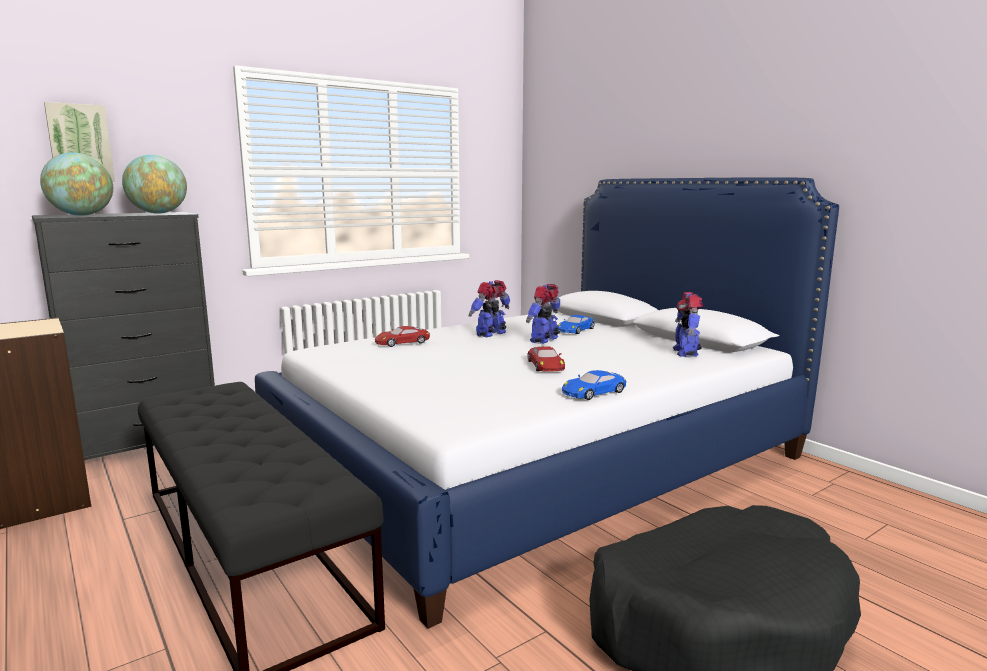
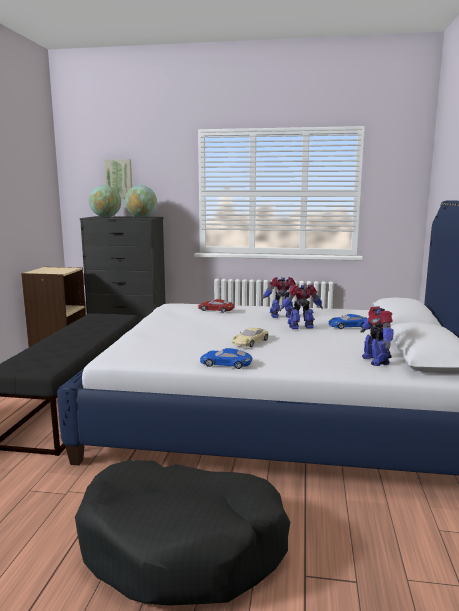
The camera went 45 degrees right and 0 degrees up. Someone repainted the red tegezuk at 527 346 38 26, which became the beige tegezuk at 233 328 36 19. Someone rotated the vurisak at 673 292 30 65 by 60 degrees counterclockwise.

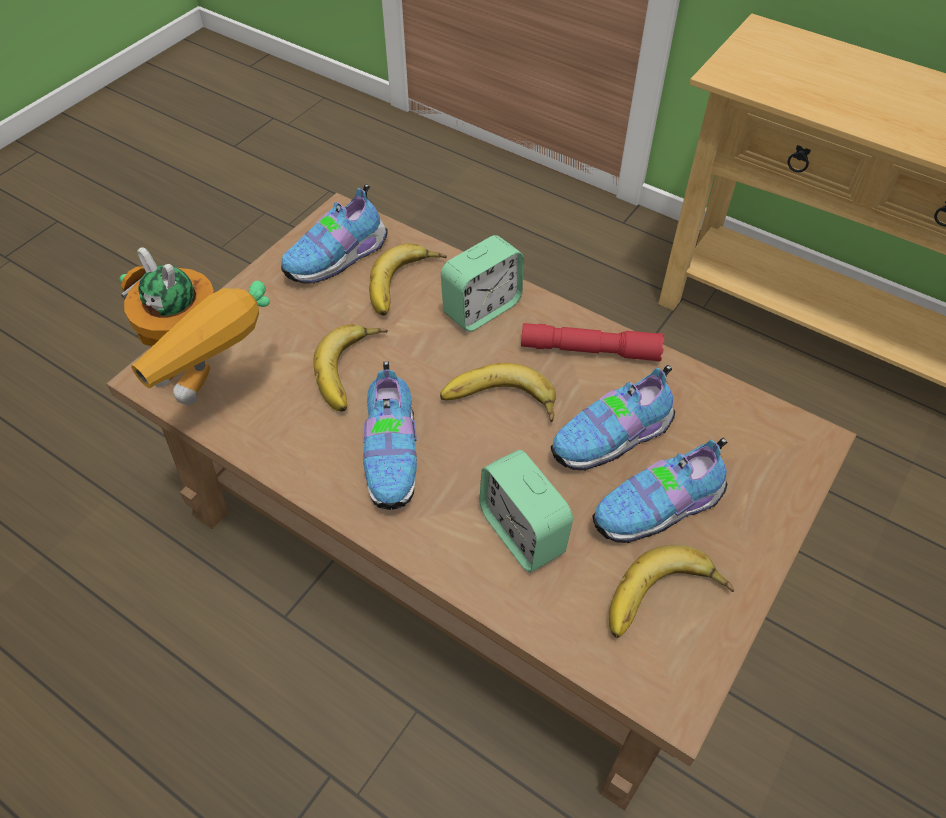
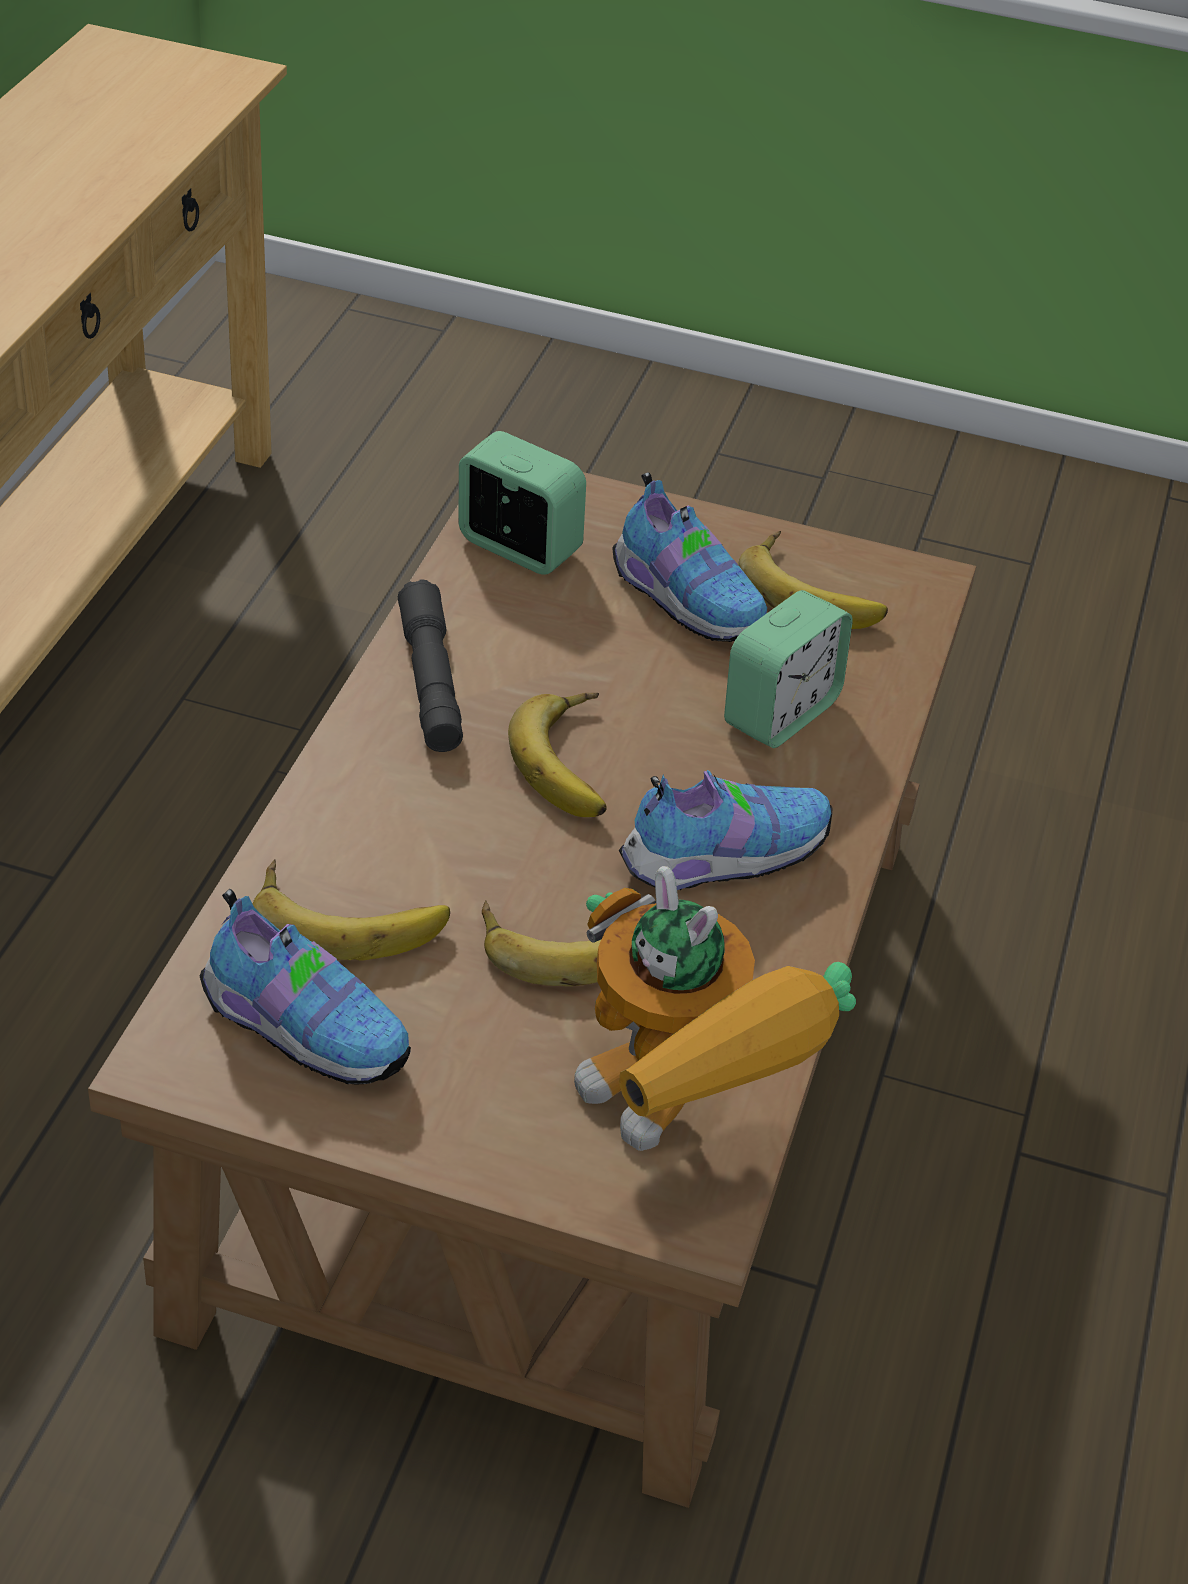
The camera went 110 degrees left and 10 degrees down. Someone took away the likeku at 551 365 124 106. Someone carried the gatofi from 441 235 82 97 to 459 431 127 144. Someone repainted the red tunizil at 521 323 143 39, which became the grey tunizil at 398 579 65 173. Someone rotated the vurisak at 120 247 150 158 by 120 degrees clockwise.

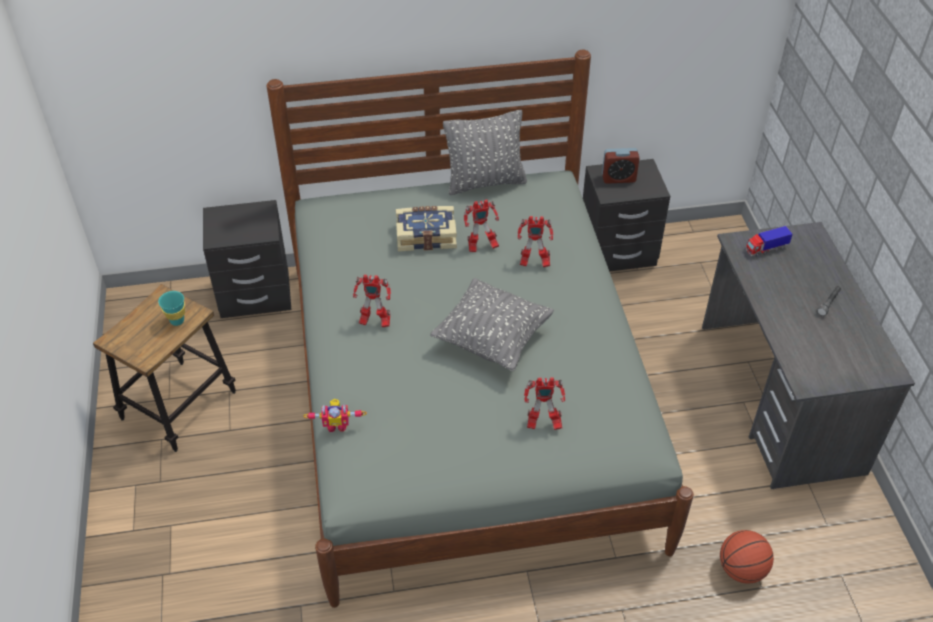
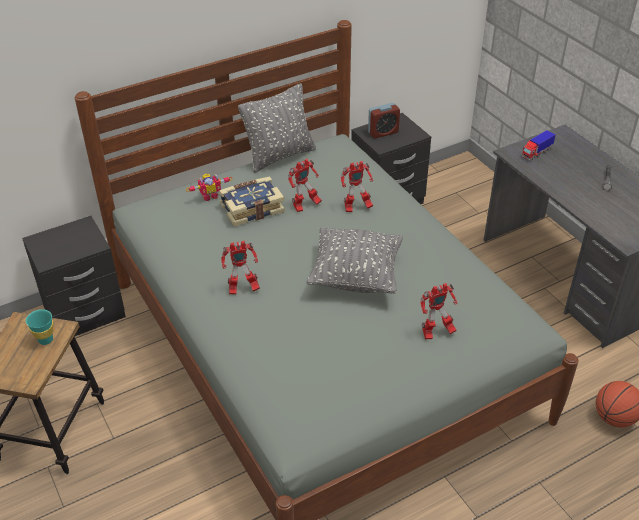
The camera went 20 degrees left and 5 degrees down. Someone carried the vurisak from 303 399 64 33 to 186 173 46 28.

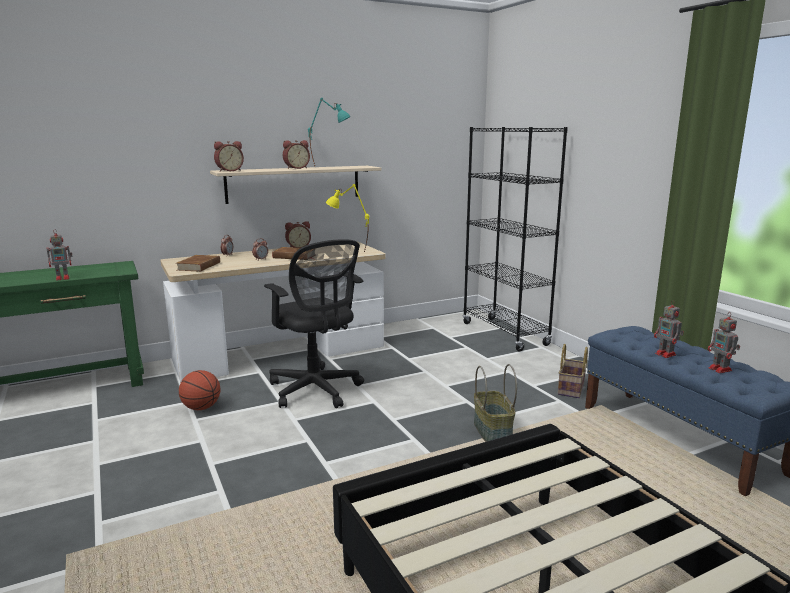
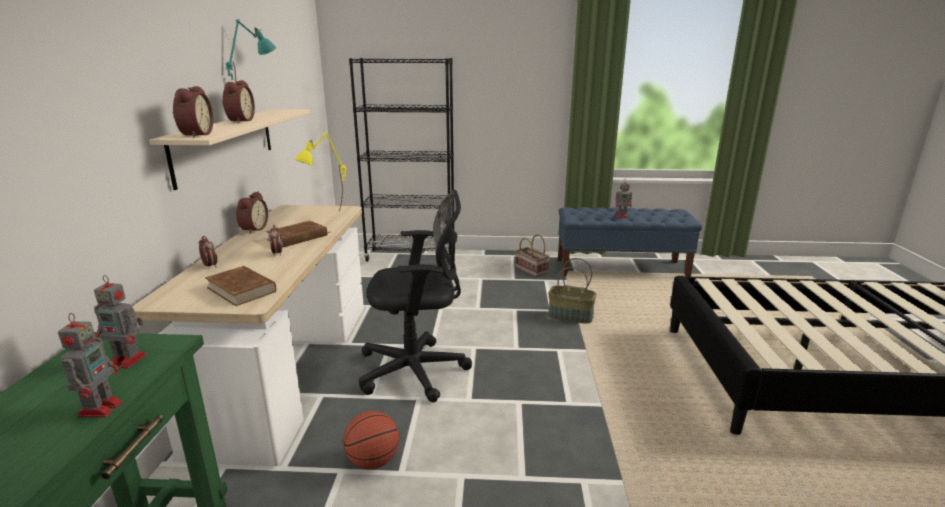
The camera went 60 degrees left and 5 degrees up. Someone carried the vurisak from 708 313 32 60 to 94 275 53 93.

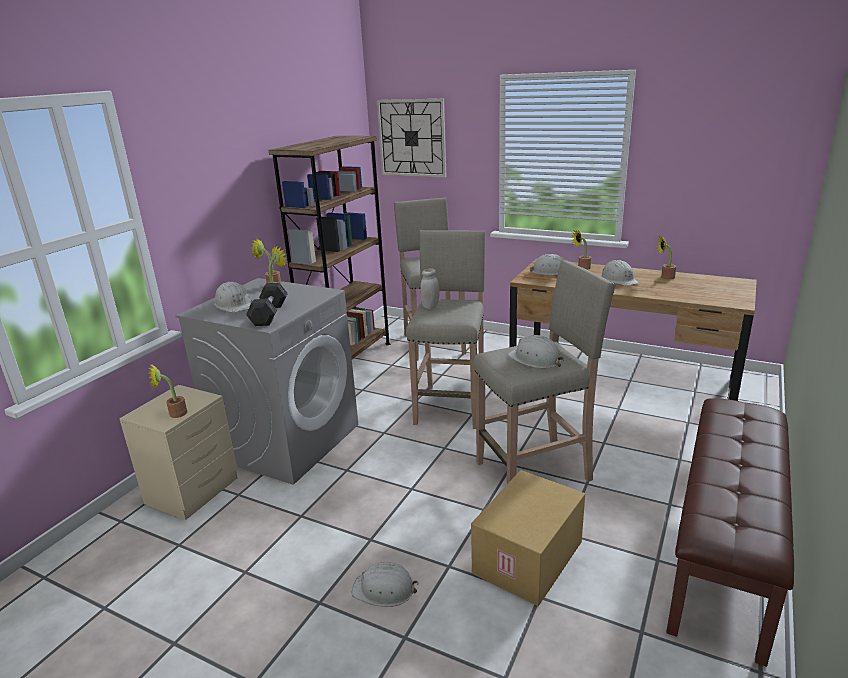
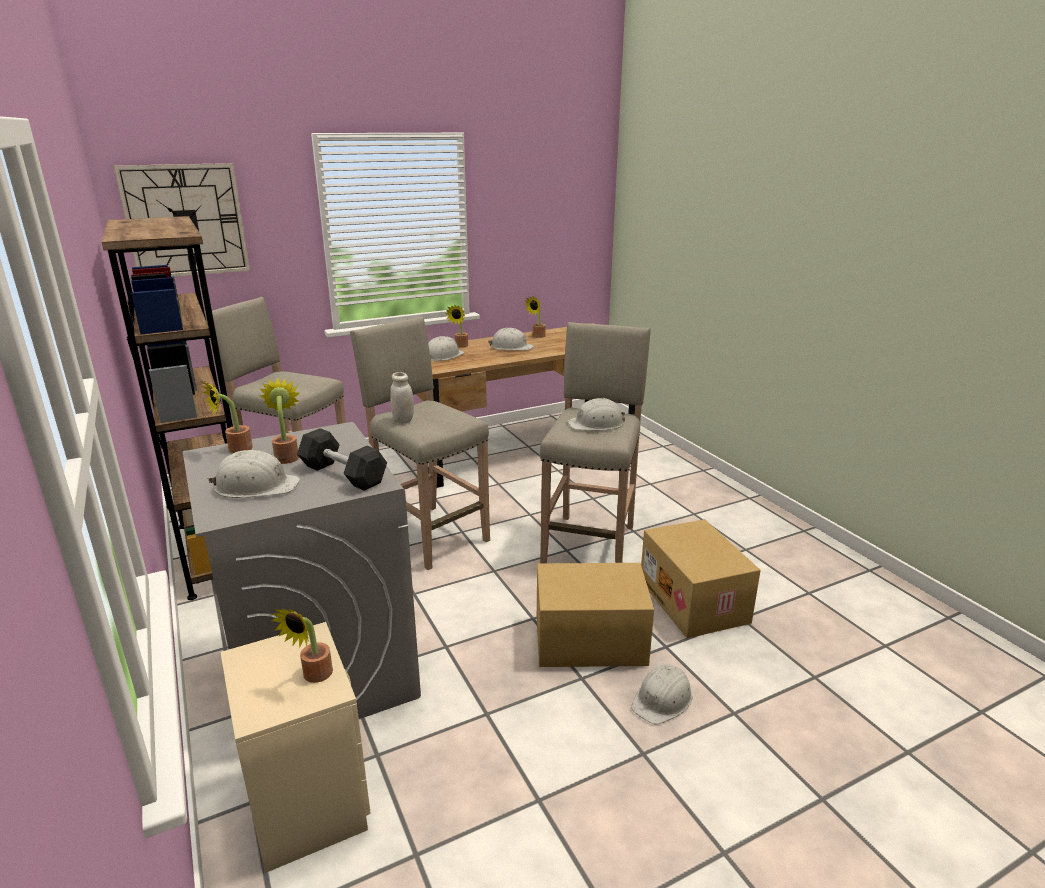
The camera went 55 degrees left and 0 degrees up. Someone took away the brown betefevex at 666 398 128 269. Someone put down the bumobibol at 537 563 117 104.

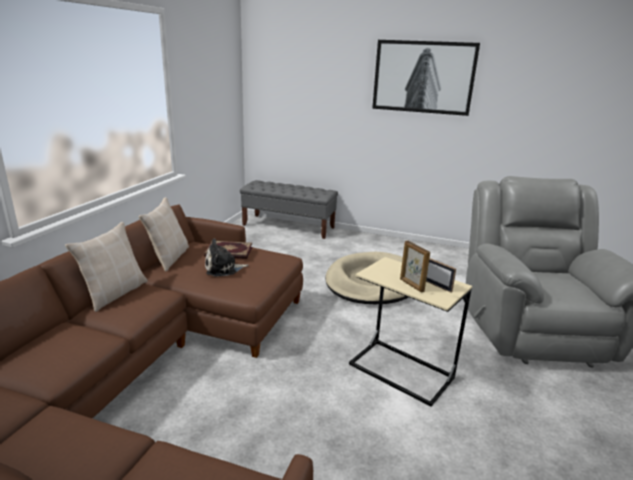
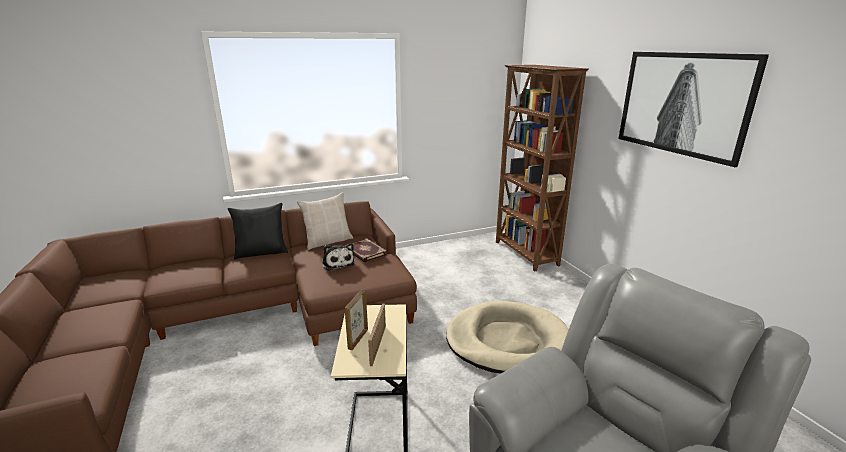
The camera went 50 degrees right and 0 degrees up. Someone swapped the grey betefevex at 240 180 98 59 for the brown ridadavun at 496 65 93 207. Someone repainted the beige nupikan at 65 222 83 90, which became the black nupikan at 228 203 60 56. Someone rotated the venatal at 205 239 43 37 by 150 degrees counterclockwise.

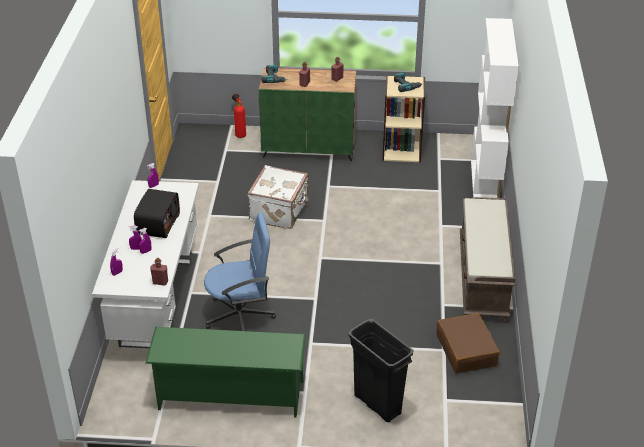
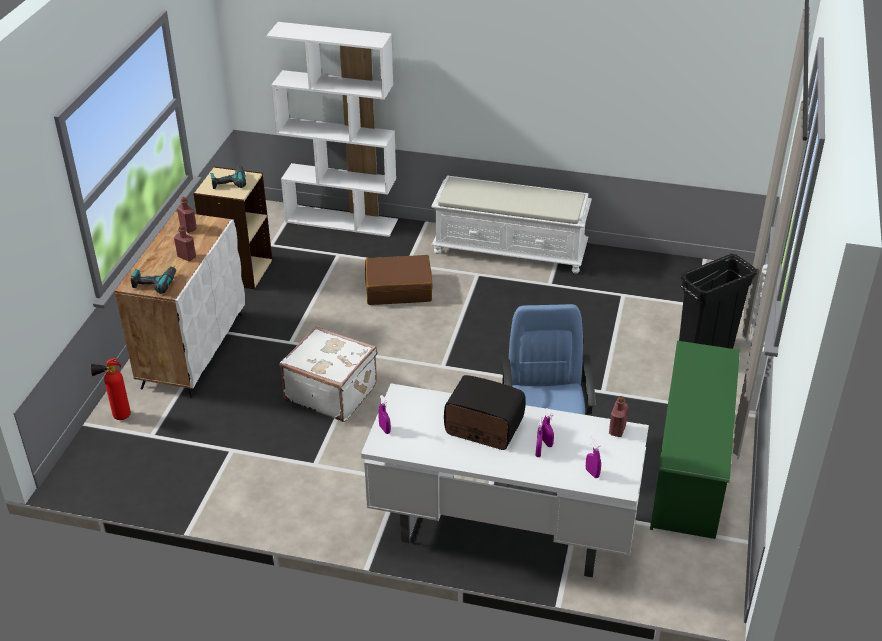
The camera went 80 degrees left and 0 degrees up. Someone carried the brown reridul from 436 313 64 60 to 365 255 67 50. Someone repainted the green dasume at 259 68 97 93, which became the white dasume at 115 211 130 187. Someone repainted the brown betefevex at 460 197 55 126, which became the white betefevex at 431 175 161 99.

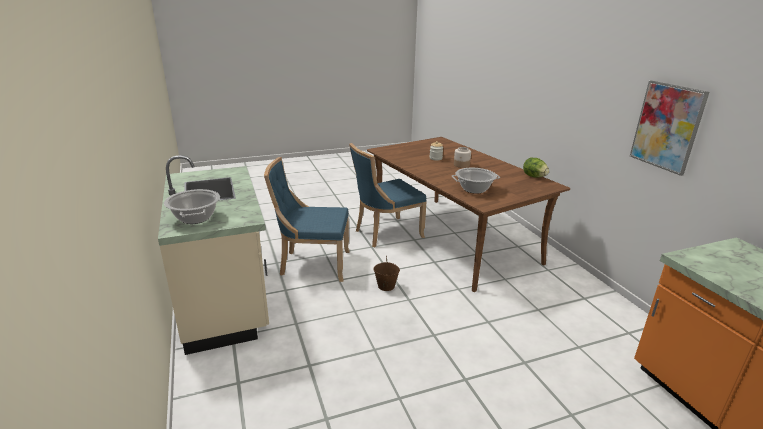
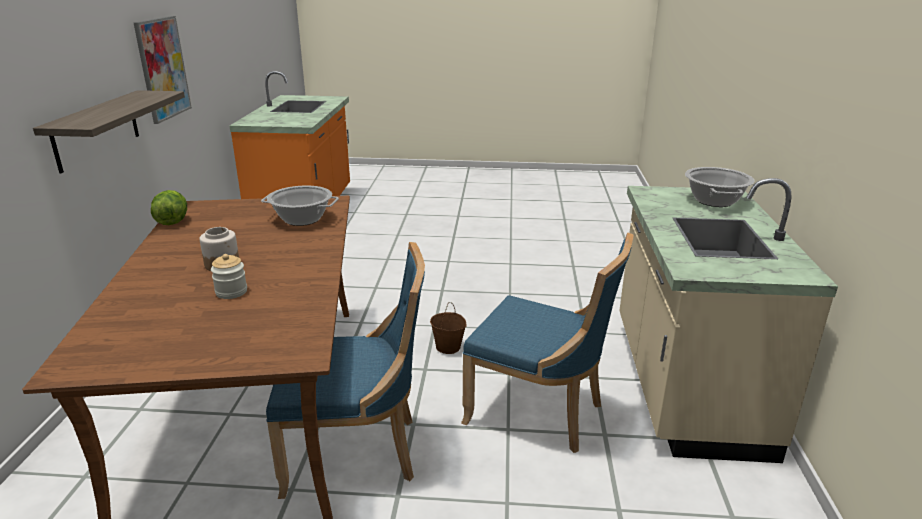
The camera went 155 degrees left and 0 degrees up. Someone put up the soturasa at 33 90 152 84.

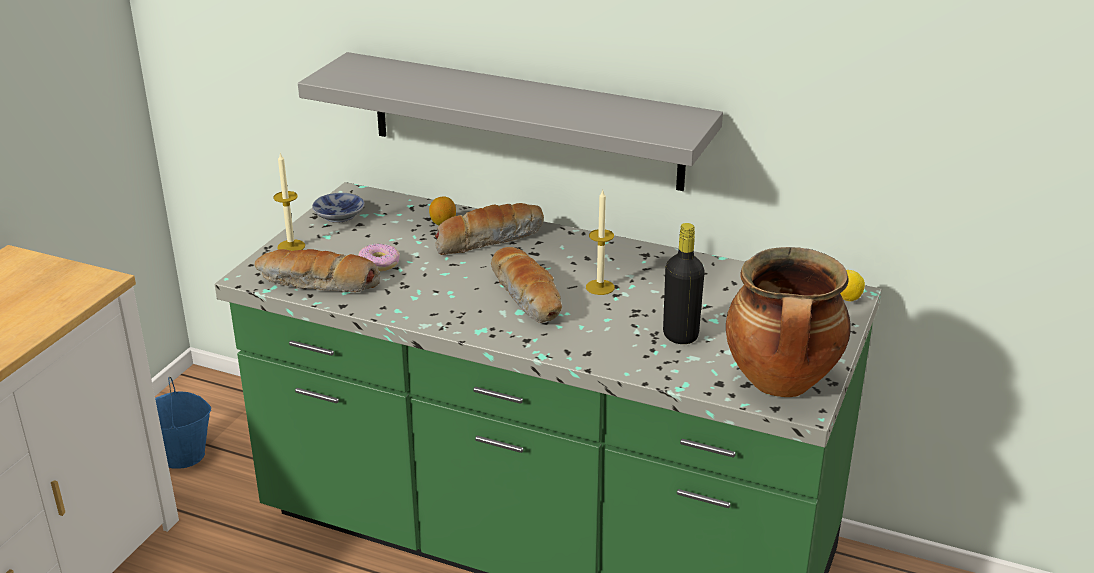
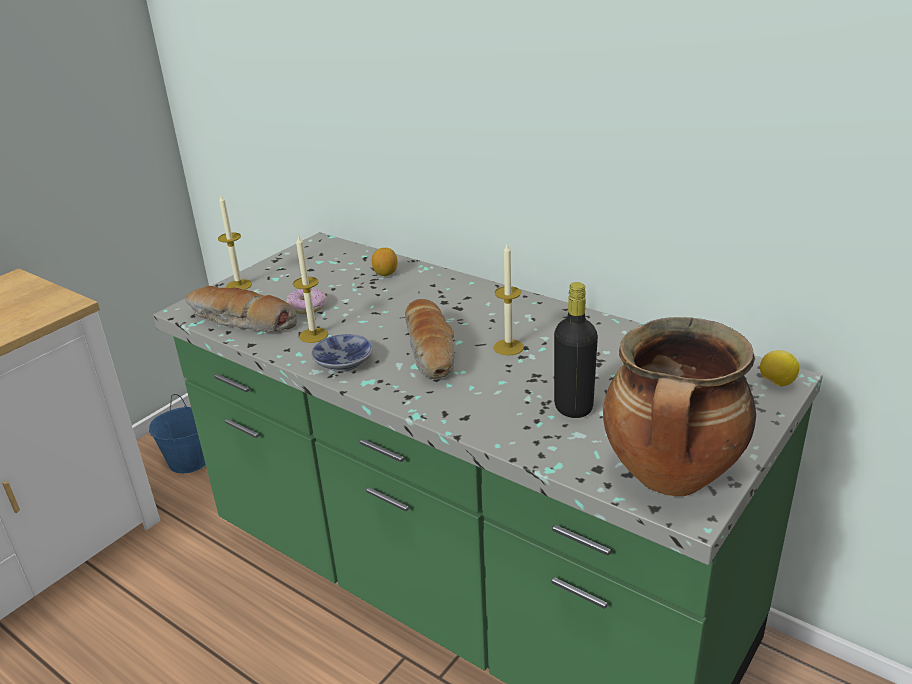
The camera went 15 degrees right and 0 degrees up. Someone took away the grey soturasa at 298 52 425 139. Someone took away the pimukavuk at 435 203 109 52. Someone put down the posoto at 293 235 35 108. Someone carried the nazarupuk from 312 193 53 30 to 311 334 62 38.

